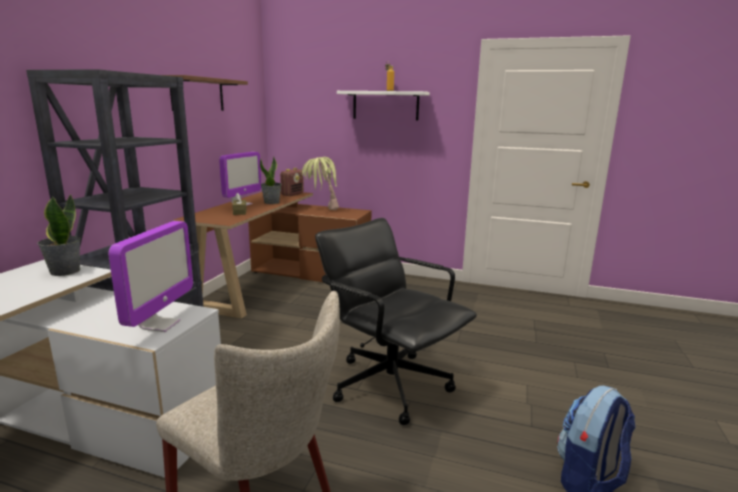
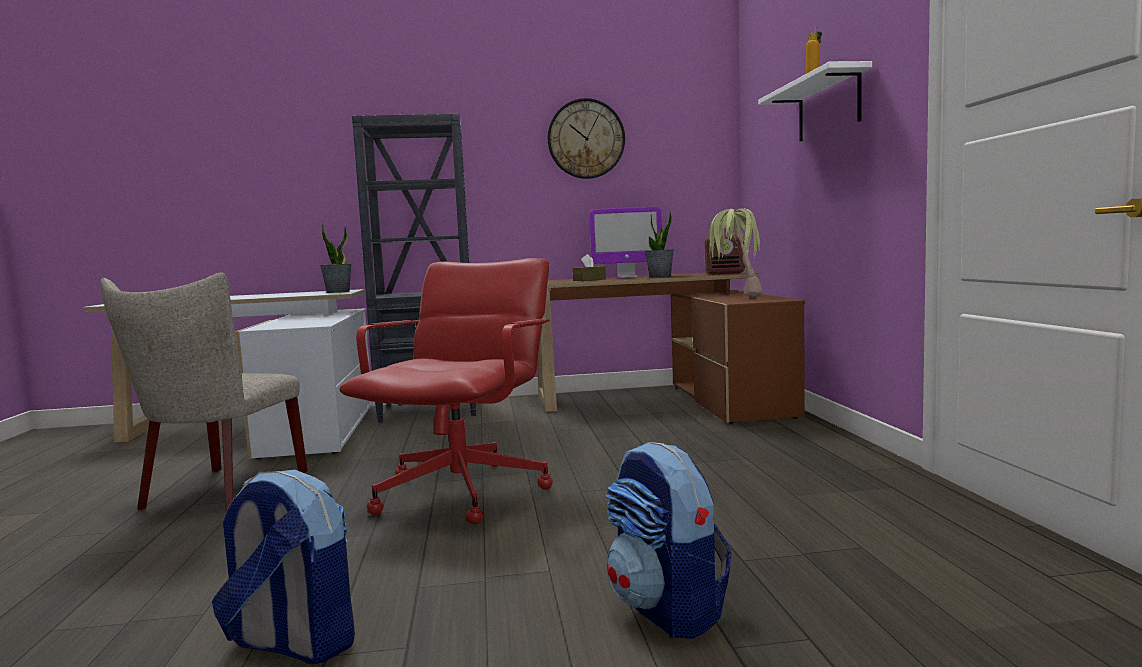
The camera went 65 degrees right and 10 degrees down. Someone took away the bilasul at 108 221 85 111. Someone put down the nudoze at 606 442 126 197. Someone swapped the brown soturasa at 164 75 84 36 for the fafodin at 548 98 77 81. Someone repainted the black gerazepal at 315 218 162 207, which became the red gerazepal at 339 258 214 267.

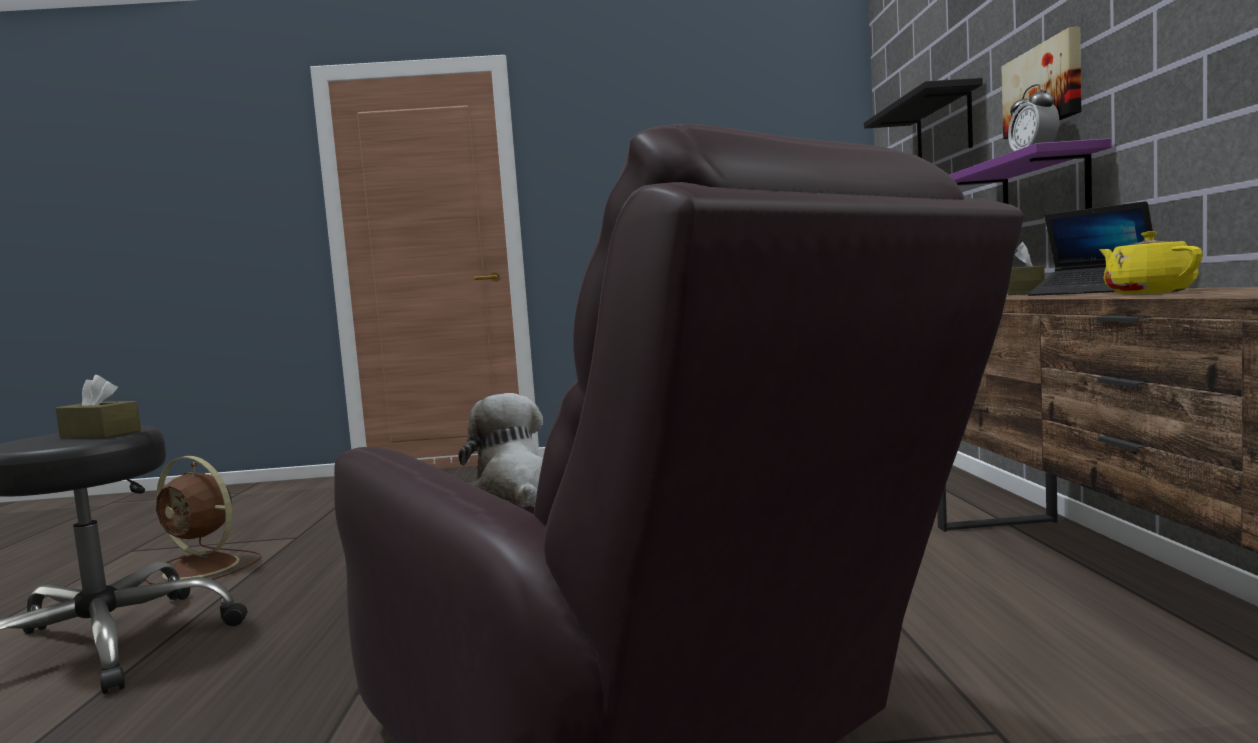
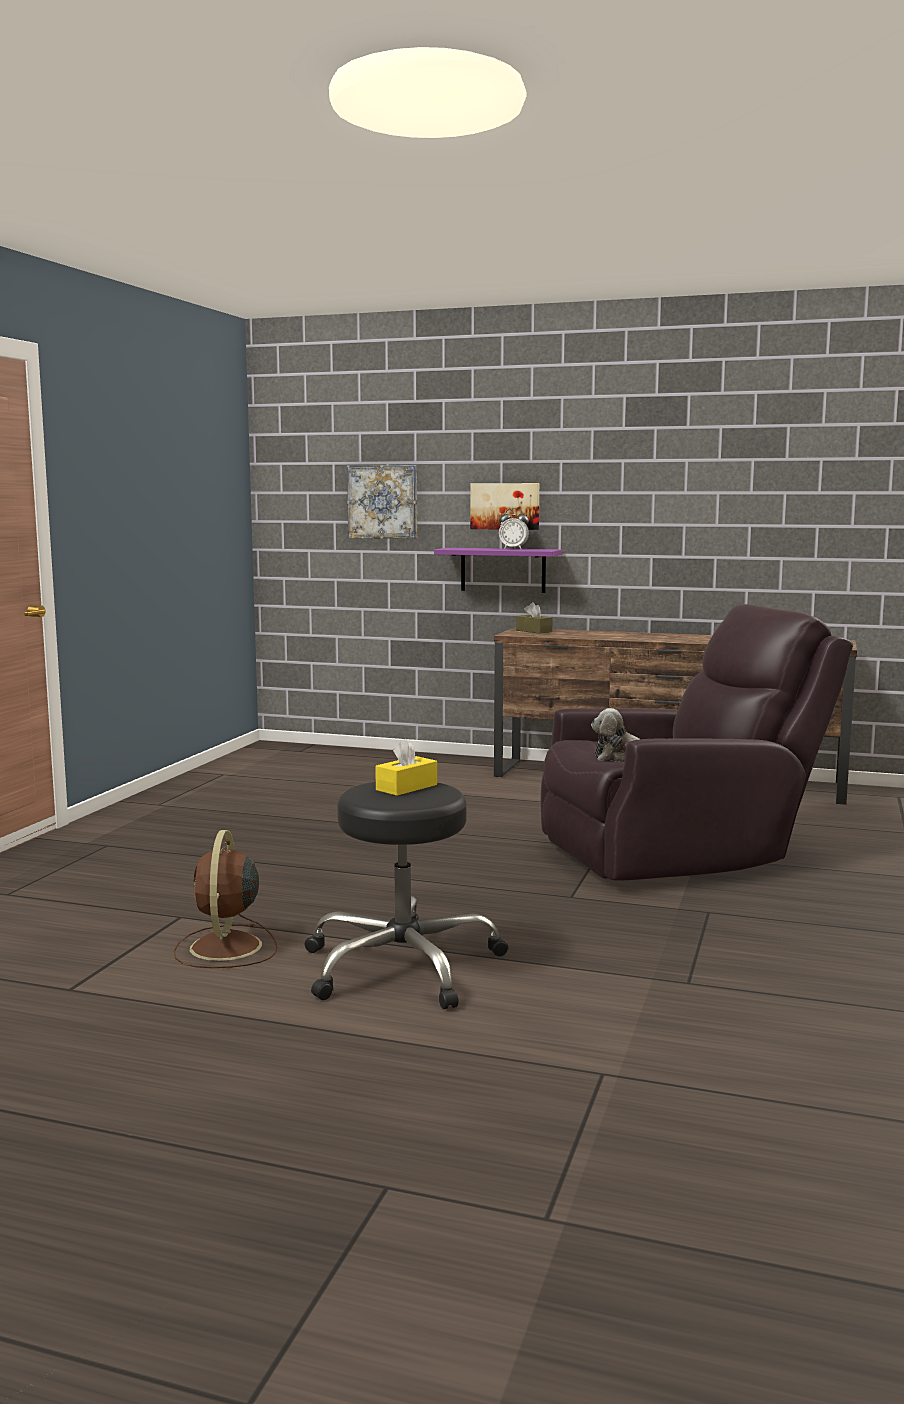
The camera went 70 degrees left and 5 degrees up. Someone took away the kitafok at 1028 201 125 95. Someone took away the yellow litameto at 1099 231 104 63. Someone swapped the black soturasa at 864 78 119 80 for the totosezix at 347 465 70 74. Someone repainted the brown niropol at 56 375 85 63, which became the yellow niropol at 375 739 62 57. Someone rotated the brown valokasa at 145 456 116 128 by 135 degrees clockwise.

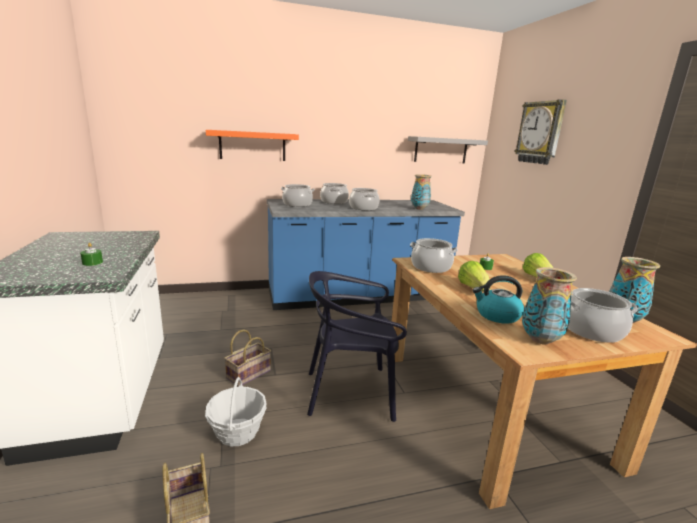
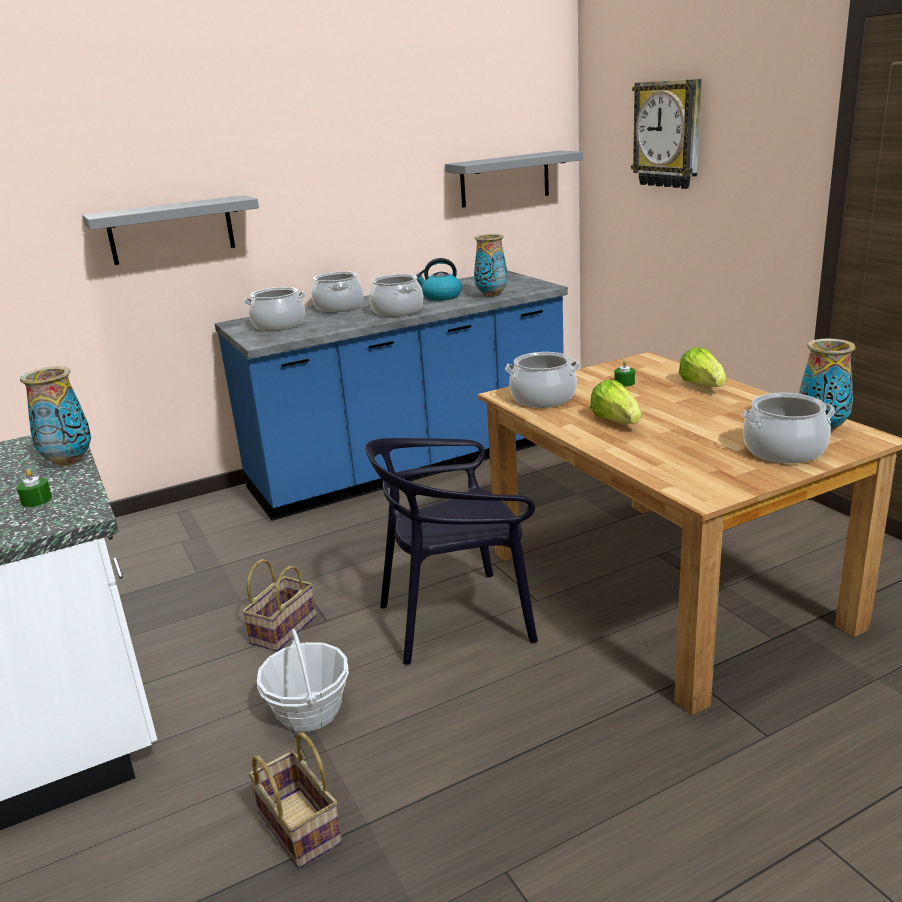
The camera went 10 degrees left and 5 degrees up. Someone carried the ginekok from 473 275 51 49 to 415 258 47 43. Someone carried the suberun from 522 267 55 78 to 20 366 71 100. Someone repainted the orange soturasa at 206 130 93 31, which became the grey soturasa at 82 195 177 70.

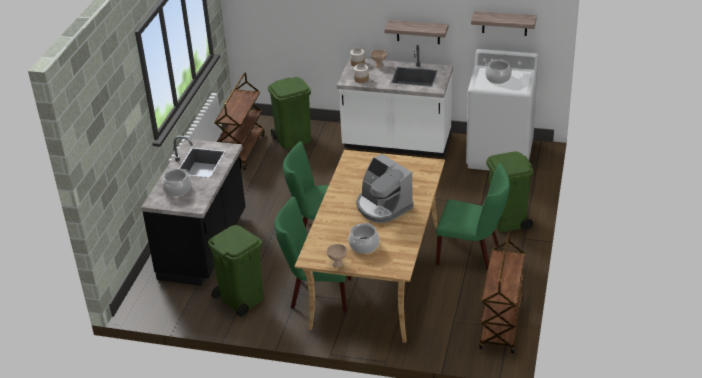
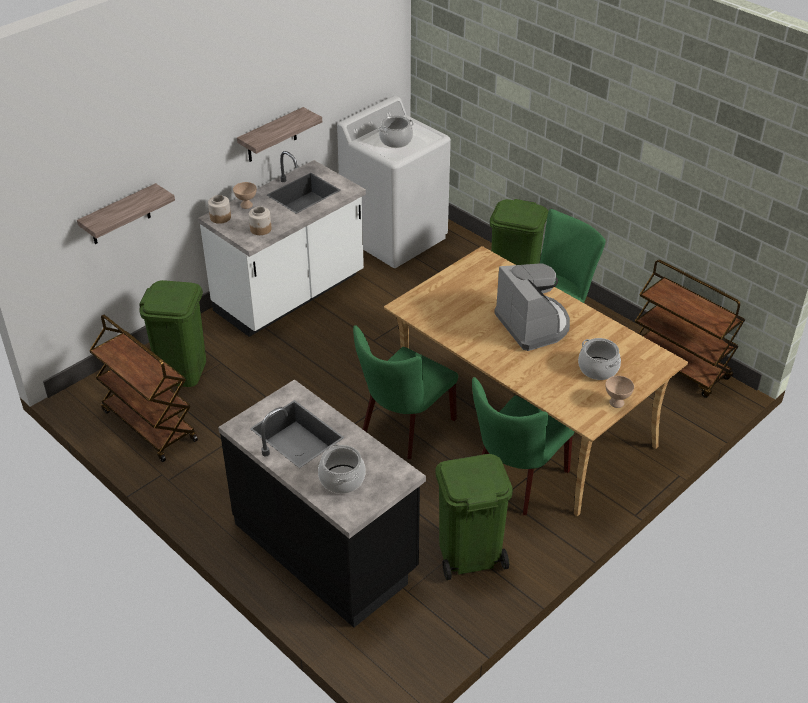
The camera went 60 degrees left and 5 degrees up. Someone carried the soturasa from 471 11 66 25 to 77 183 98 61. Someone rotated the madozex at 356 154 57 69 by 105 degrees counterclockwise.

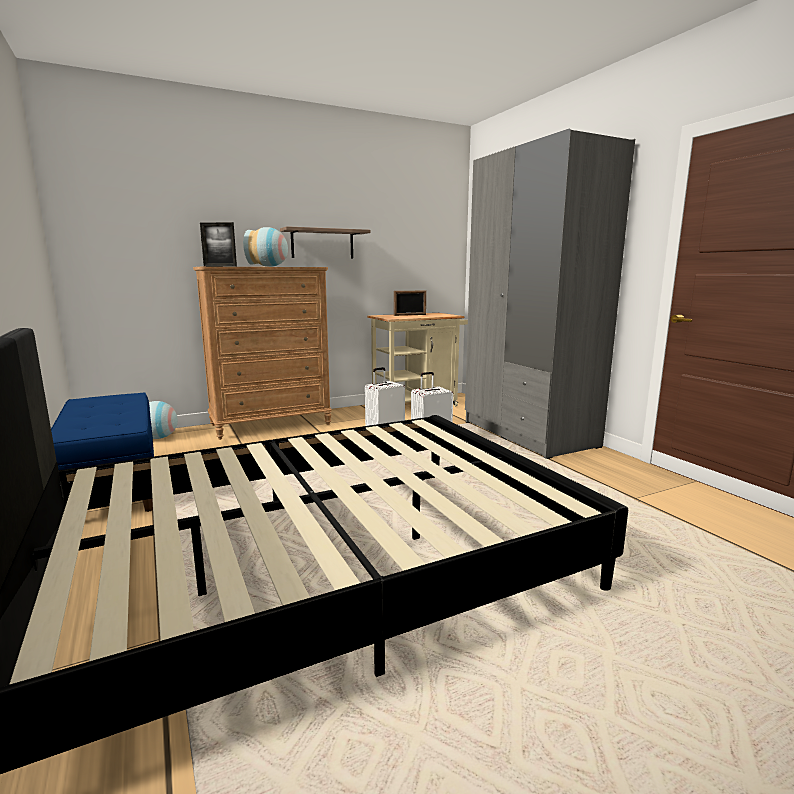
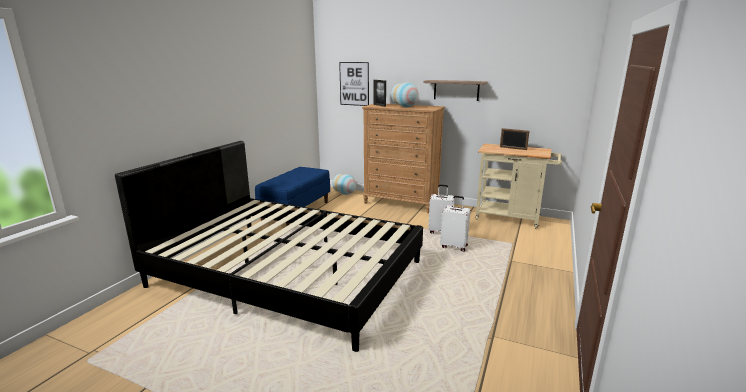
The camera went 50 degrees right and 5 degrees up. Someone took away the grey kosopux at 465 129 170 330. Someone put up the totosezix at 339 62 30 44.

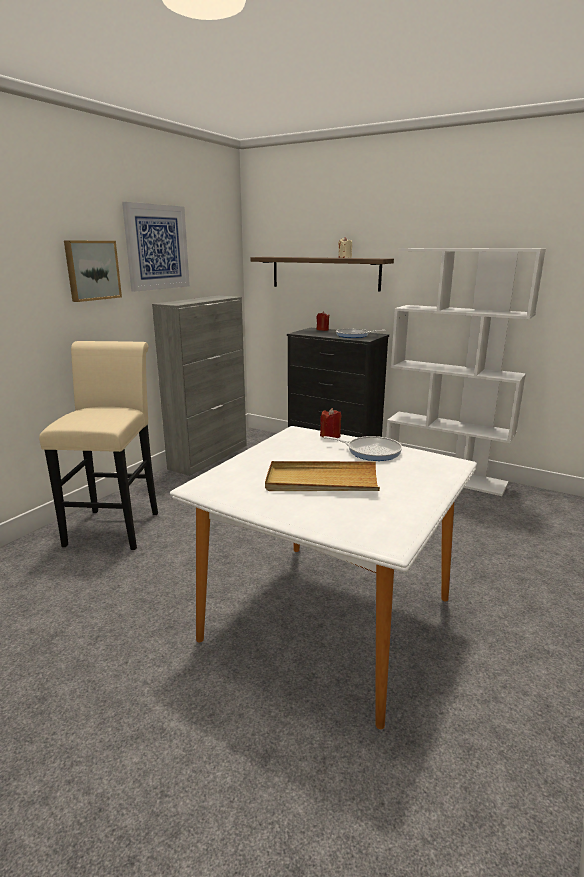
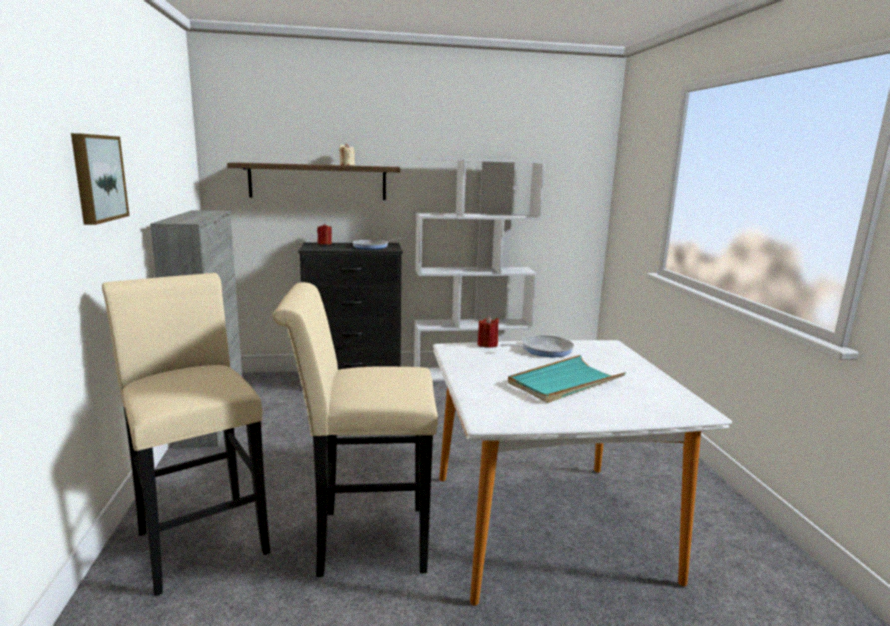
The camera went 40 degrees left and 5 degrees down. Someone took away the totosezix at 122 202 68 90. Someone put down the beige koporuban at 272 282 166 295. Someone repainted the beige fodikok at 265 461 115 30, which became the turquoise fodikok at 508 355 118 48.

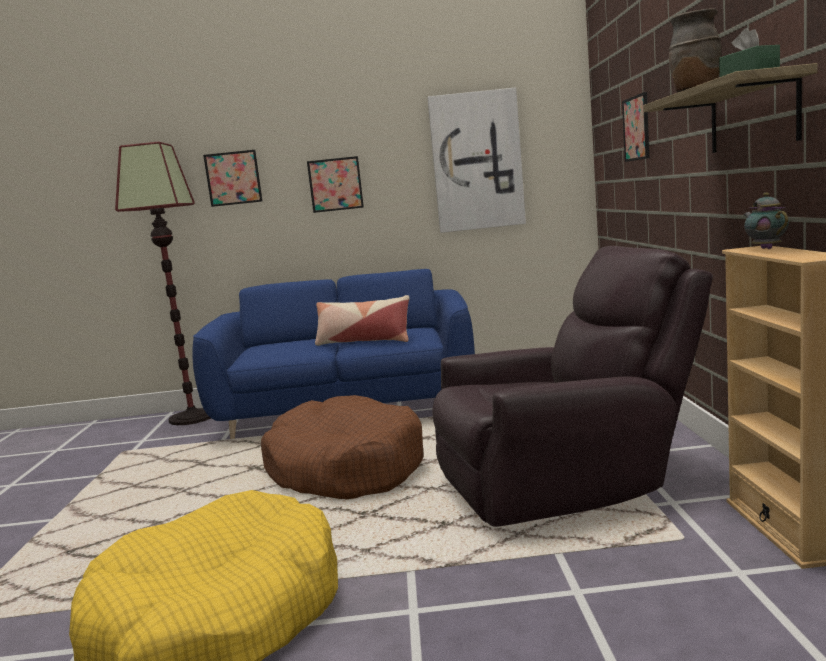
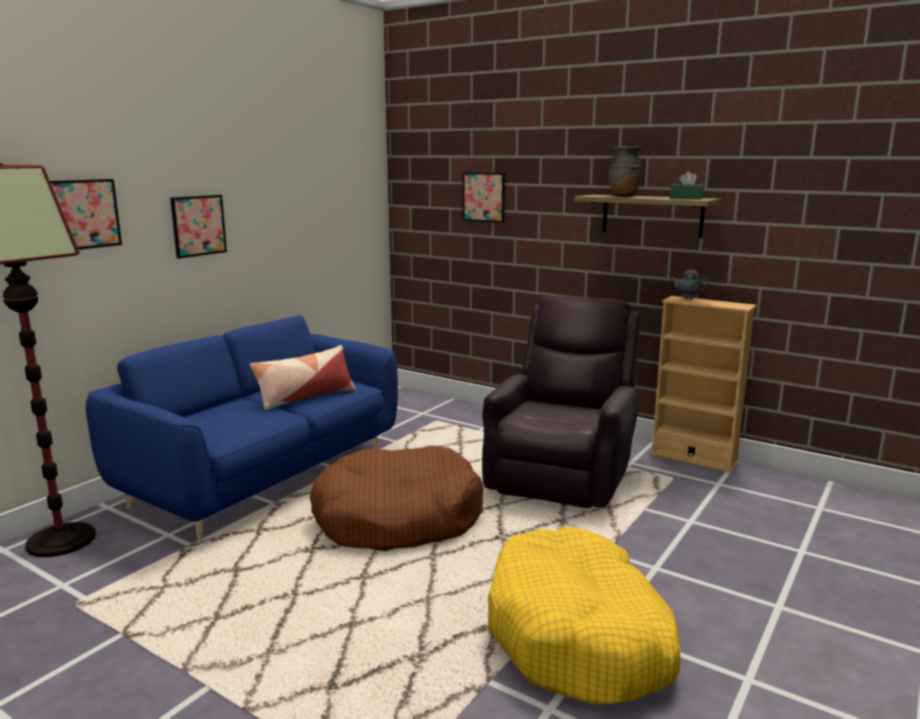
The camera went 55 degrees left and 5 degrees up. Someone took away the totosezix at 427 87 99 146.

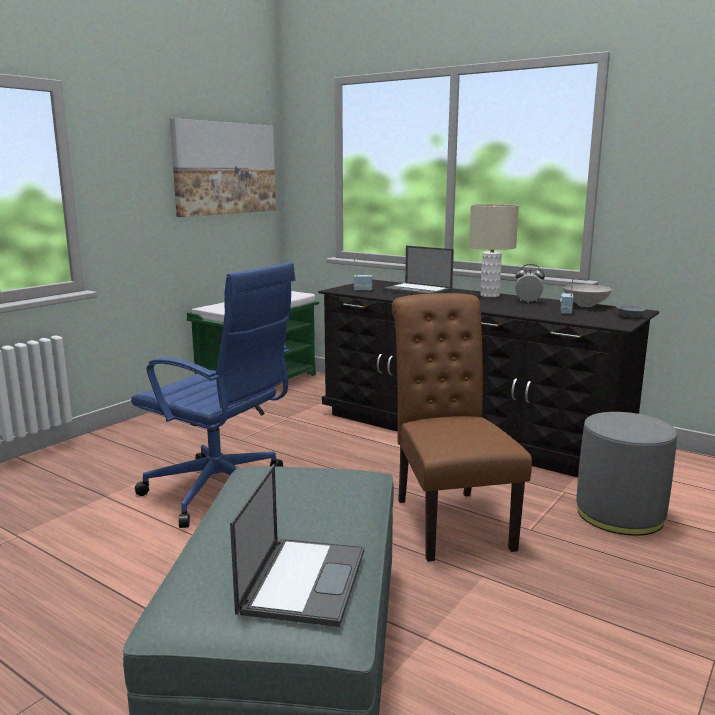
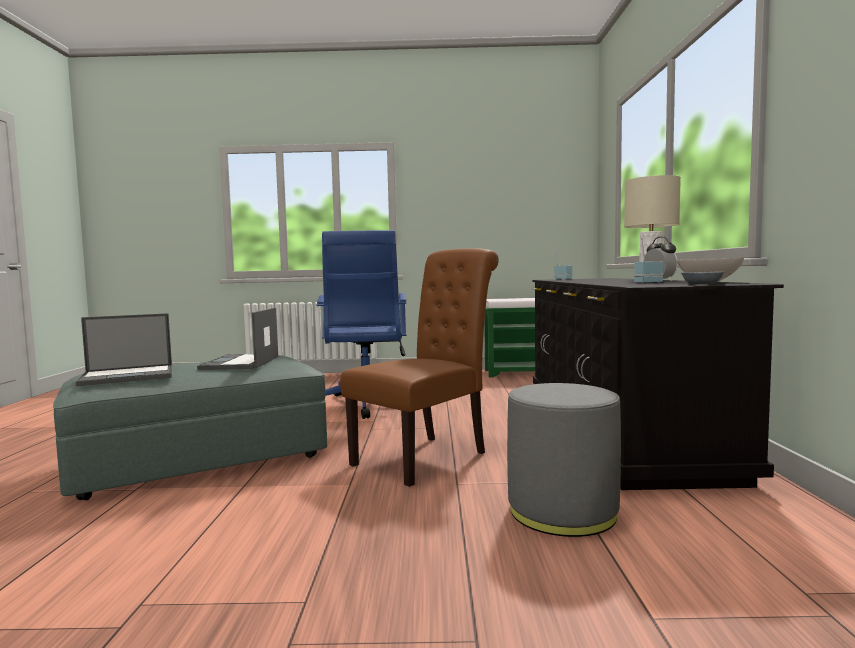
The camera went 55 degrees right and 10 degrees down. Someone took away the totosezix at 170 118 106 99. Someone carried the kitafok from 382 246 72 49 to 197 308 81 62.

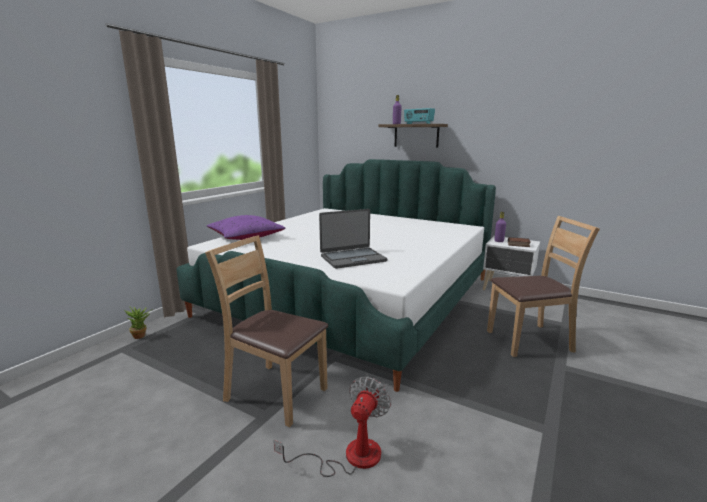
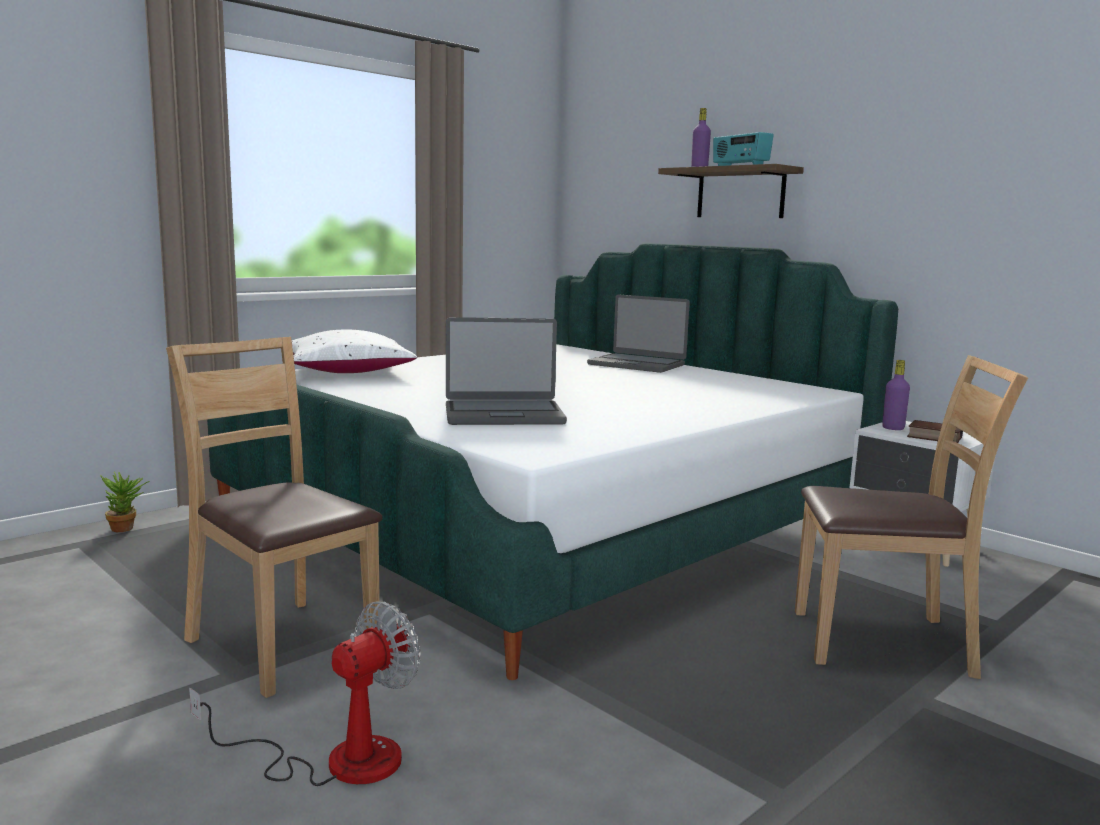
The camera went 15 degrees right and 5 degrees down. Someone put down the kitafok at 587 294 103 79. Someone repainted the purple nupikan at 207 215 79 25, which became the white nupikan at 292 330 125 43.

